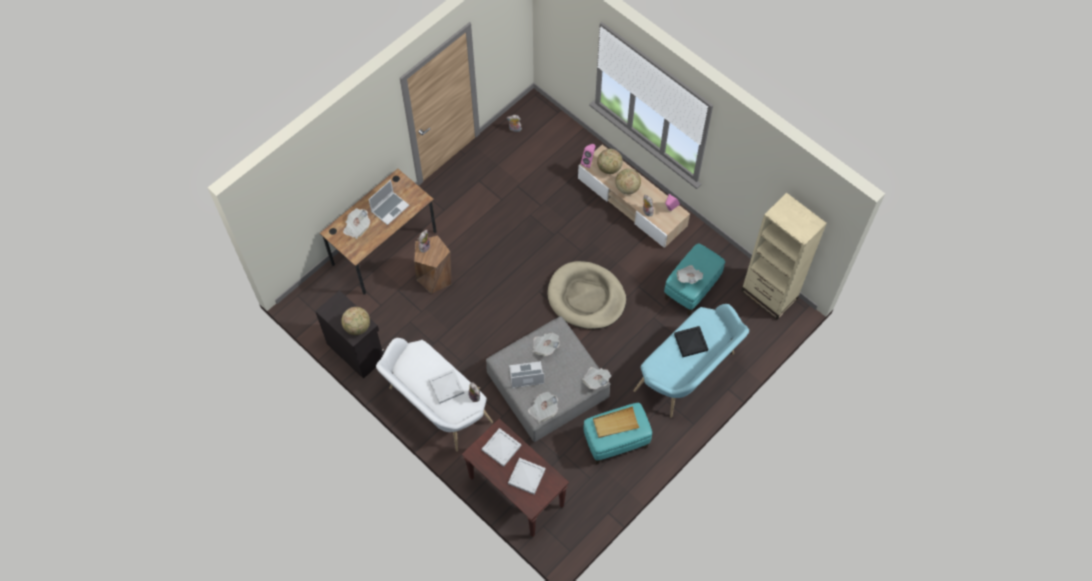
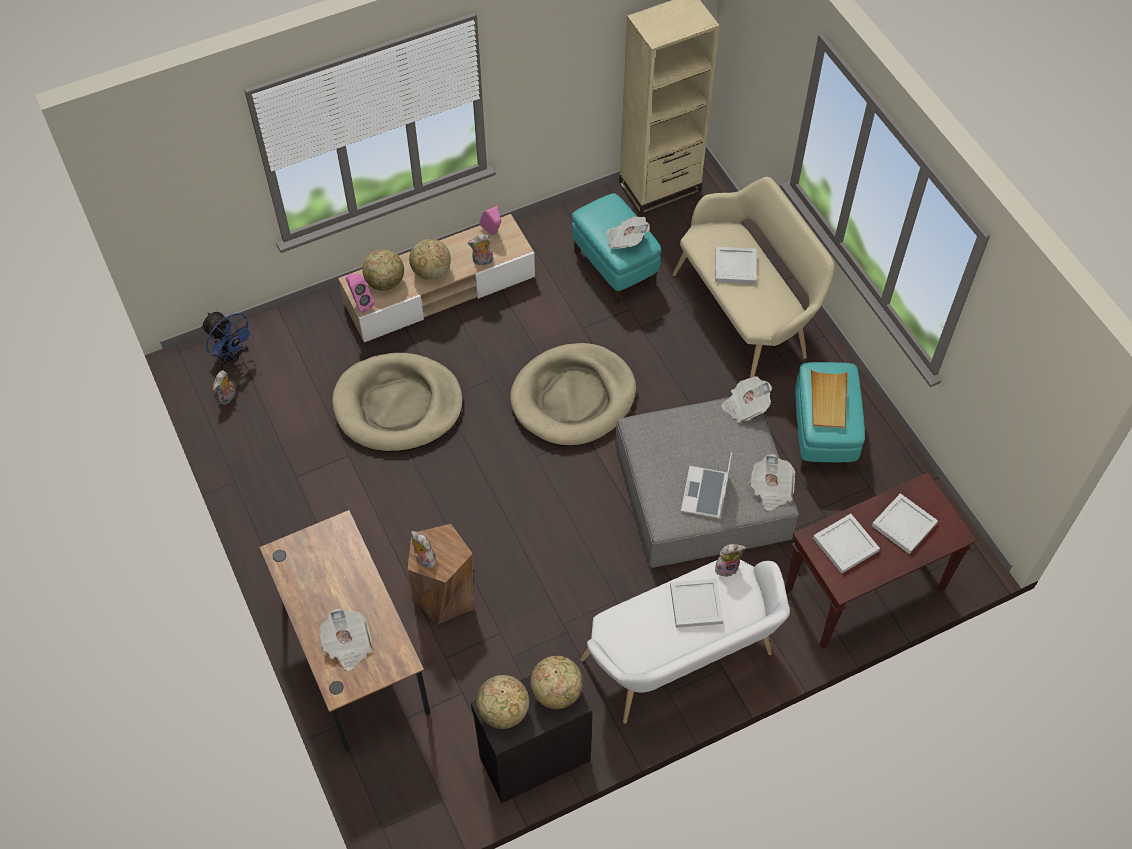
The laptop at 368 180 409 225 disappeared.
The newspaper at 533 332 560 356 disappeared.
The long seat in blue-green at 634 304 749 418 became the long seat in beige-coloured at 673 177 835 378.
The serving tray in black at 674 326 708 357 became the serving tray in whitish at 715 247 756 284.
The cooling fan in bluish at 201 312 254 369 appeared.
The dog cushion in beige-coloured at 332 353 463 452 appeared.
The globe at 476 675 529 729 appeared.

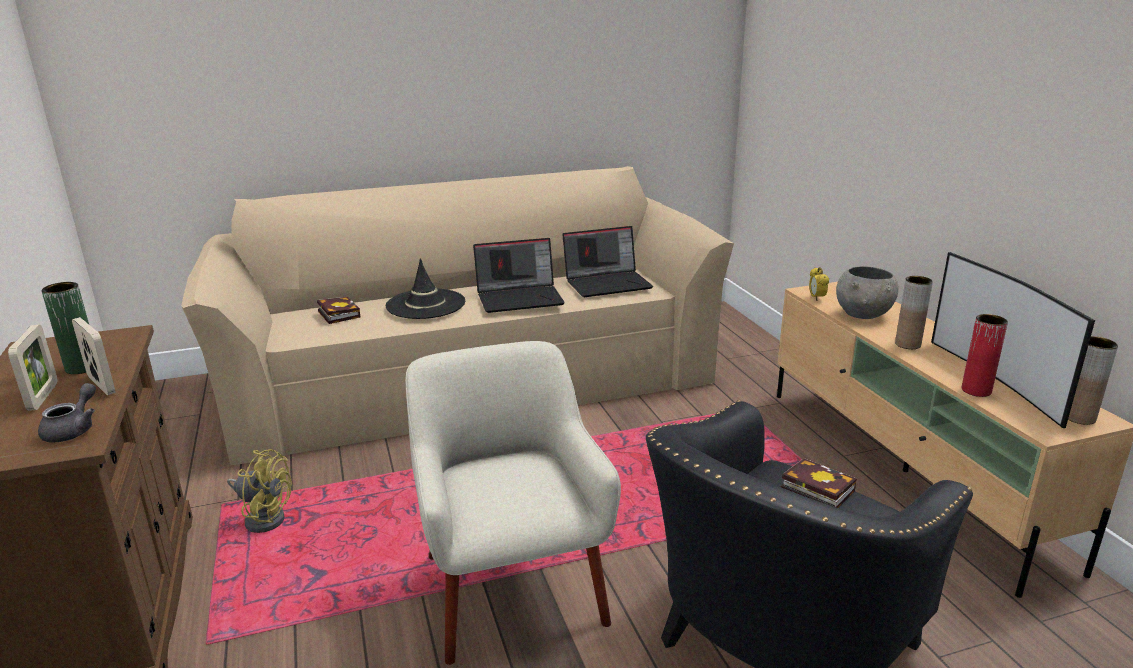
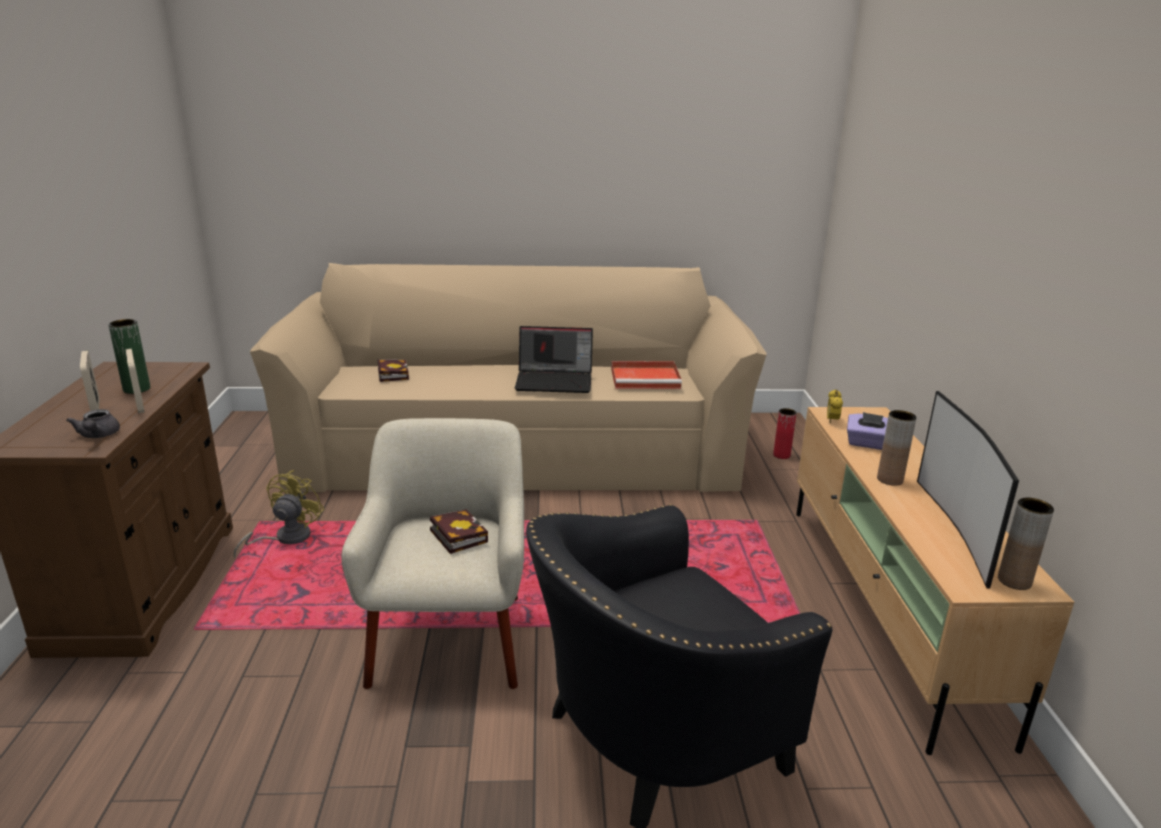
The standing frame at 8 325 57 411 turned 150 degrees clockwise.
The pot for tea in grey at 38 383 96 442 turned 135 degrees clockwise.
The cooling fan in yellow at 227 449 292 533 turned 105 degrees counterclockwise.
The clothing hat in black at 386 258 465 319 disappeared.
The laptop at 562 226 653 297 was replaced by the serving tray in reddish at 611 361 682 389.
The volume moved from 781 458 857 508 to 430 509 488 554.
The serving bowl in grey at 836 266 899 319 was replaced by the tissue holder in purplish at 847 412 888 450.
The decorative vase in reddish moved from 962 314 1008 397 to 773 408 797 459.

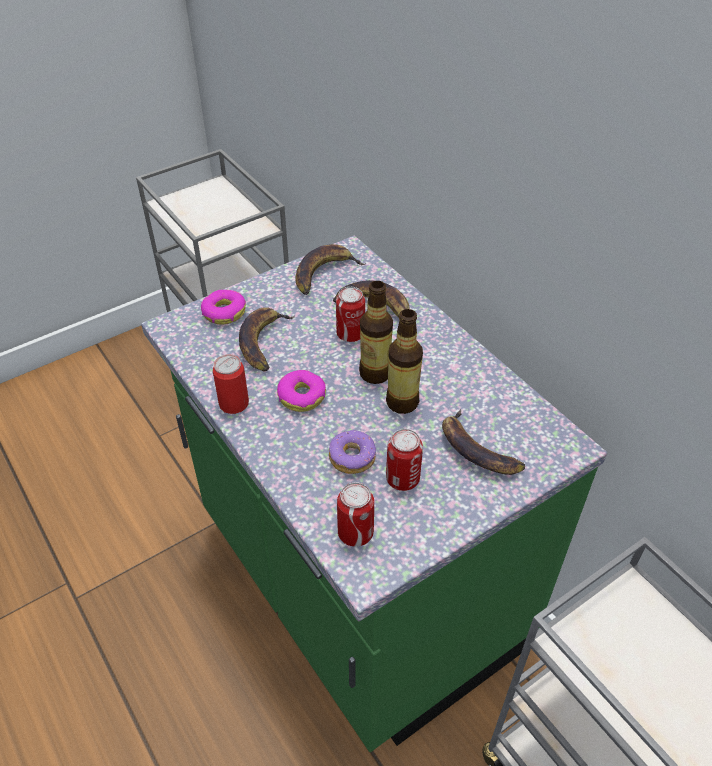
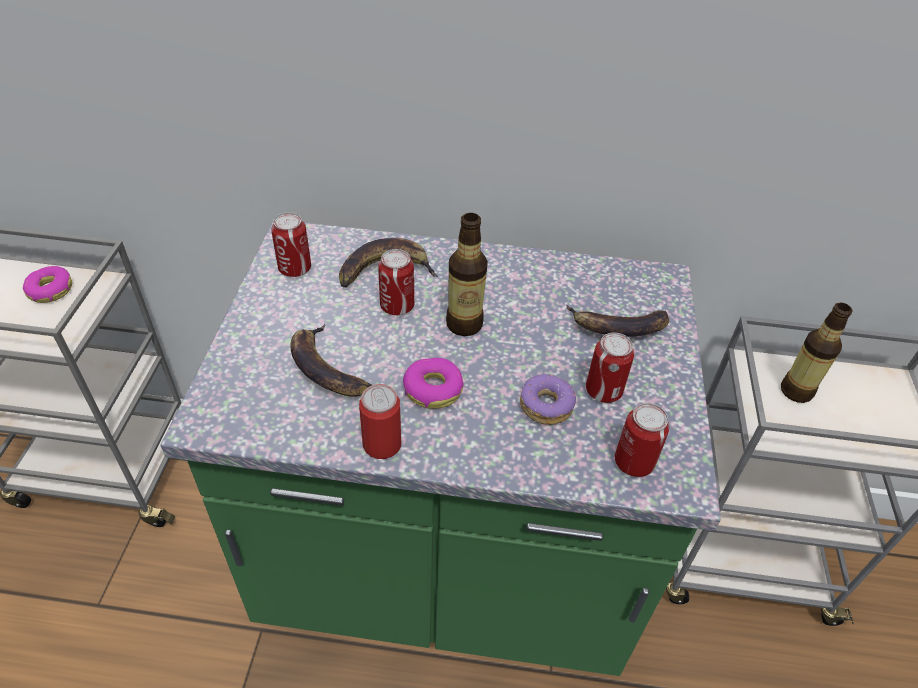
The ring doughnut moved from 201 290 246 324 to 23 266 72 303.
The banana fruit at 295 244 365 295 was replaced by the metal can at 271 212 311 277.
The drink bottle moved from 386 309 423 414 to 781 303 852 403.

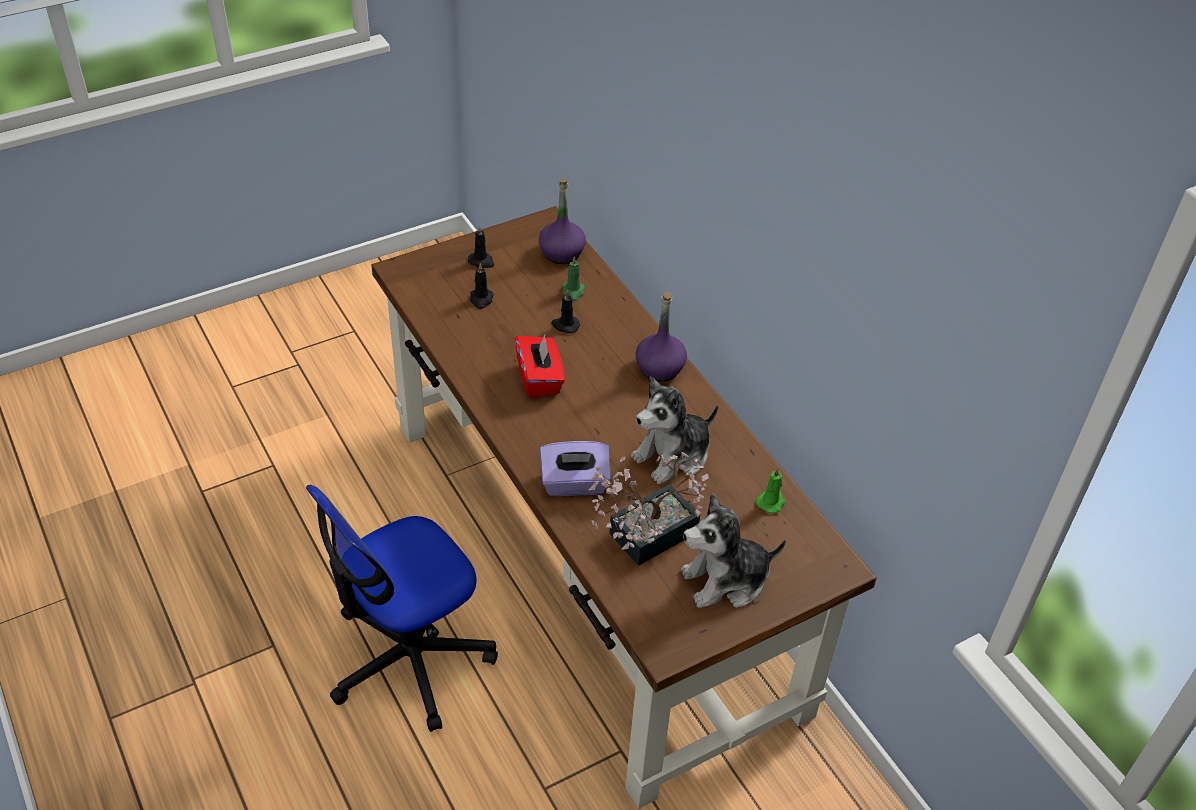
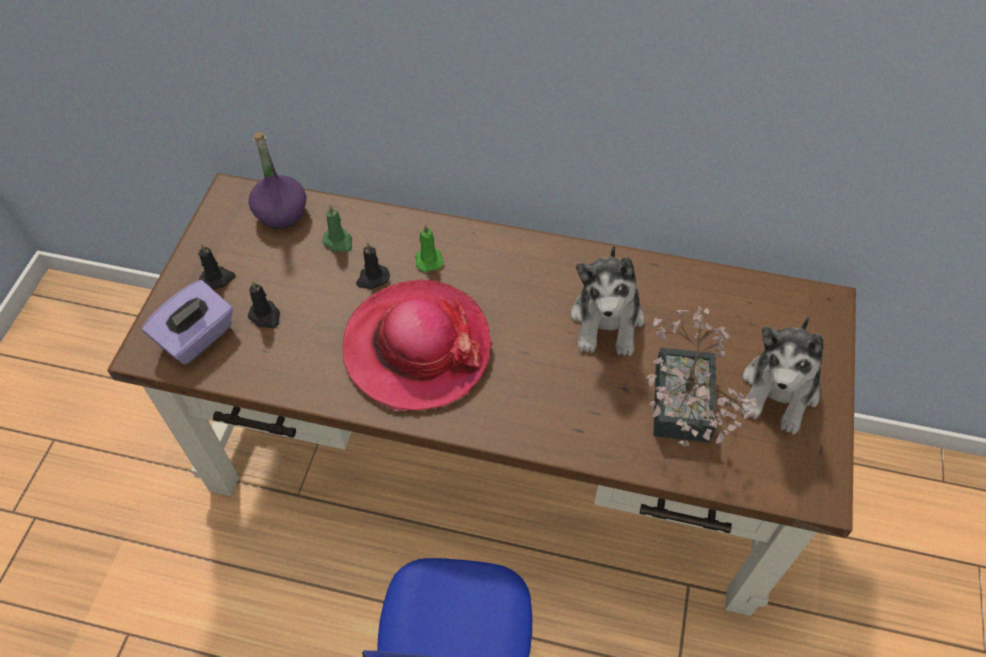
The tissue holder in reddish at 515 335 565 398 was replaced by the clothing hat at 342 279 491 411.
The tissue holder in purplish moved from 540 441 611 496 to 142 280 233 365.
The drink bottle in purplish at 636 292 687 382 disappeared.
The wax light in greenish moved from 756 468 785 514 to 415 224 444 272.

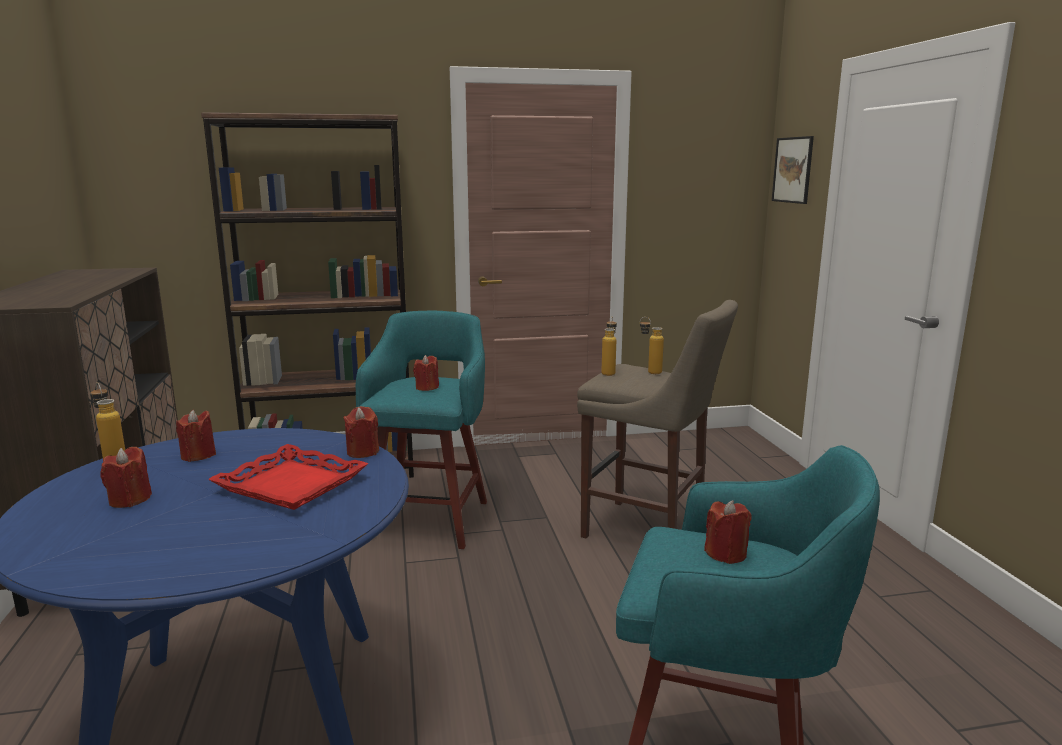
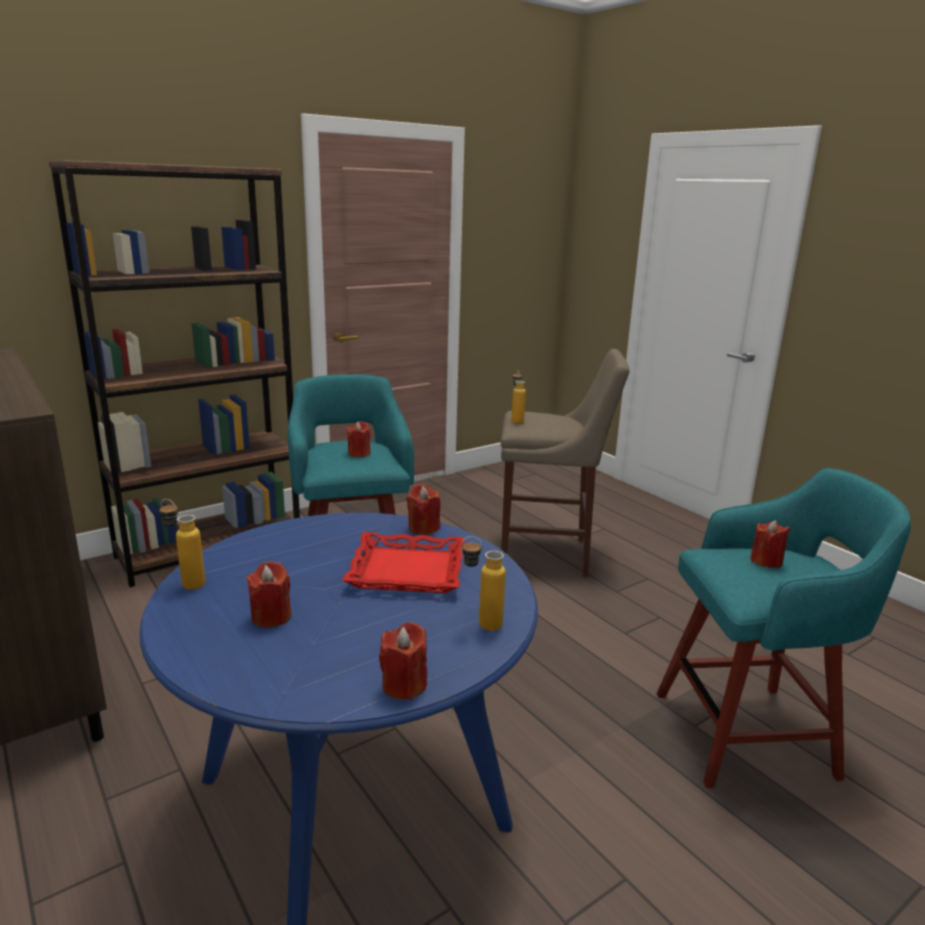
The wax light in reddish moved from 176 410 216 462 to 379 622 427 700.
The drink bottle moved from 640 317 664 374 to 461 536 506 631.
The wall art at 772 136 814 204 disappeared.

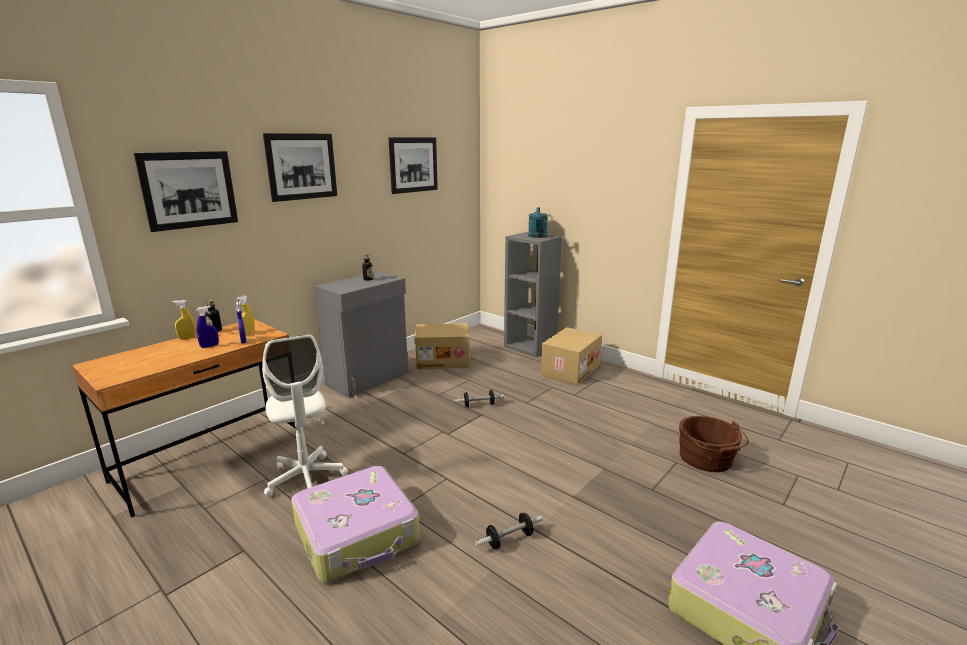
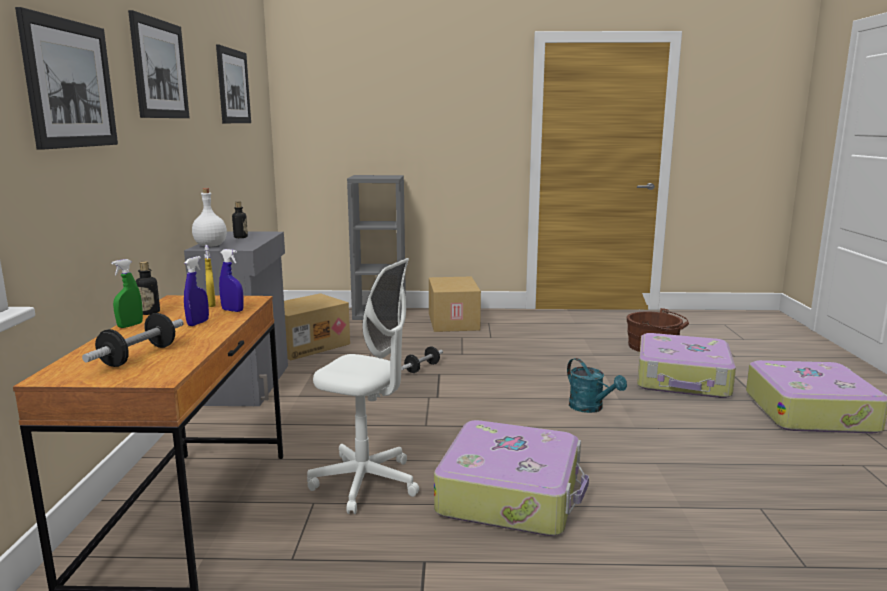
The spray bottle in yellow at 172 300 196 339 became the spray bottle in greenish at 111 259 143 328.
The free weight moved from 475 513 543 550 to 82 313 183 367.
The watering can in blue-green moved from 528 207 548 238 to 567 358 627 413.
The drink bottle in whitish at 192 188 227 247 appeared.
The travel case at 637 333 736 398 appeared.

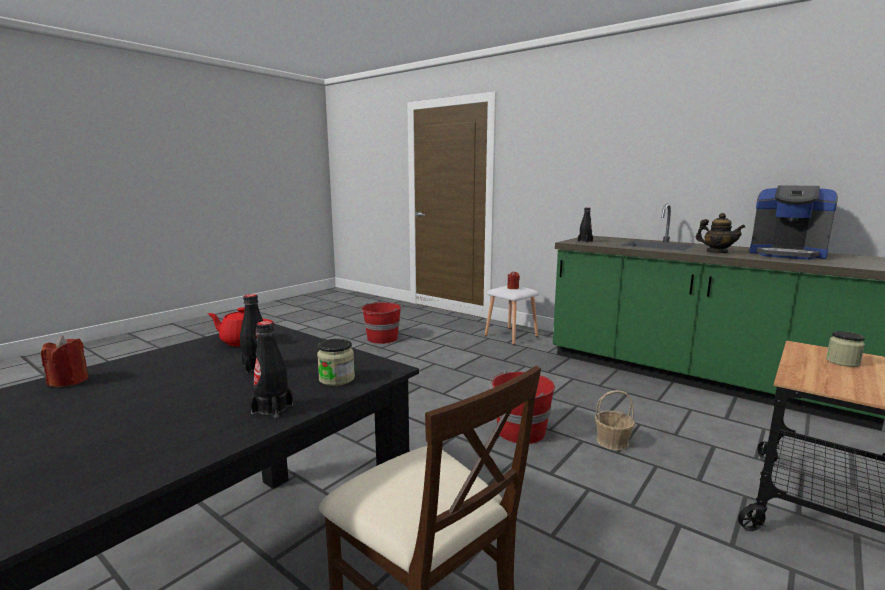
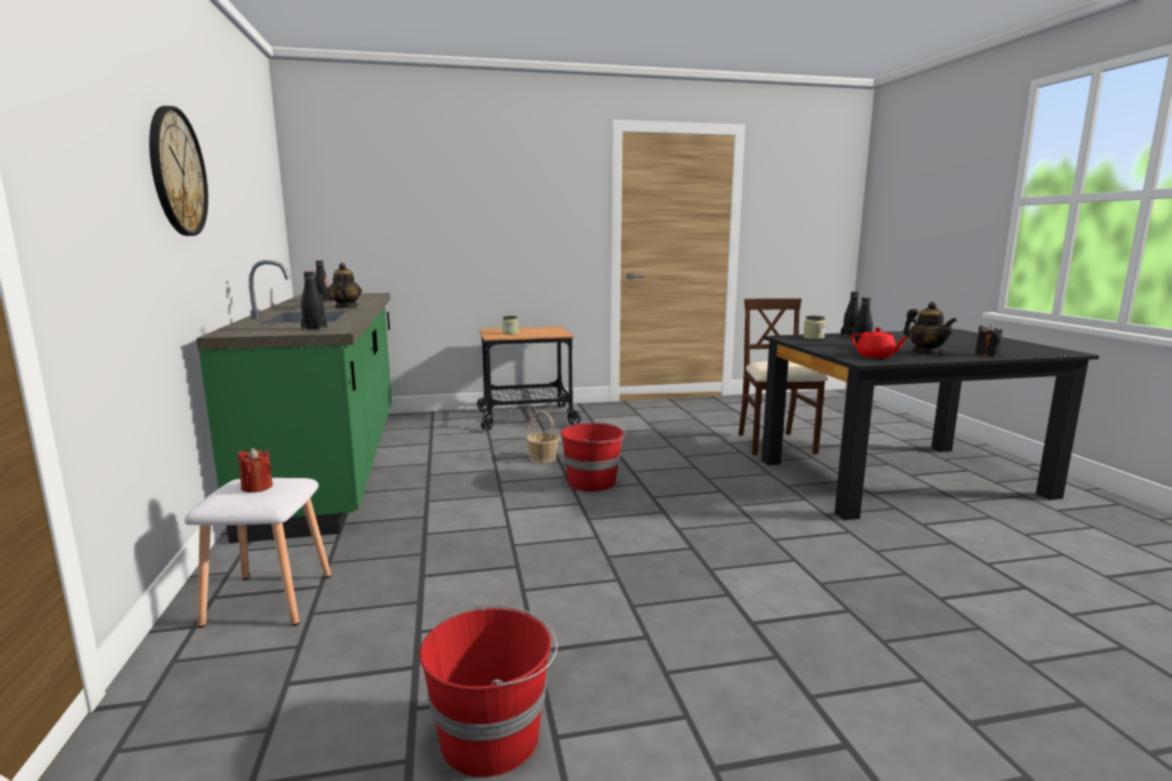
The wax light in reddish at 41 335 88 387 became the wax light in black at 975 324 1003 357.
The coffee brewer at 749 186 838 260 was replaced by the drink bottle in black at 315 260 333 302.
The hanging clock at 149 106 208 236 appeared.
The pot for tea at 903 302 957 354 appeared.

